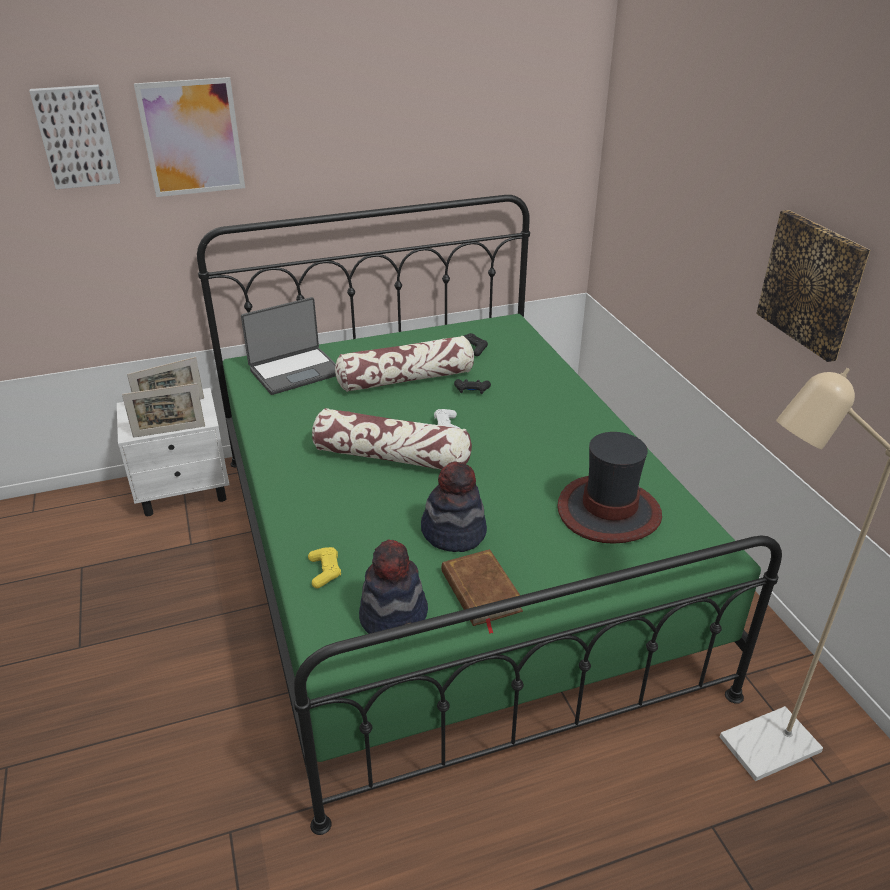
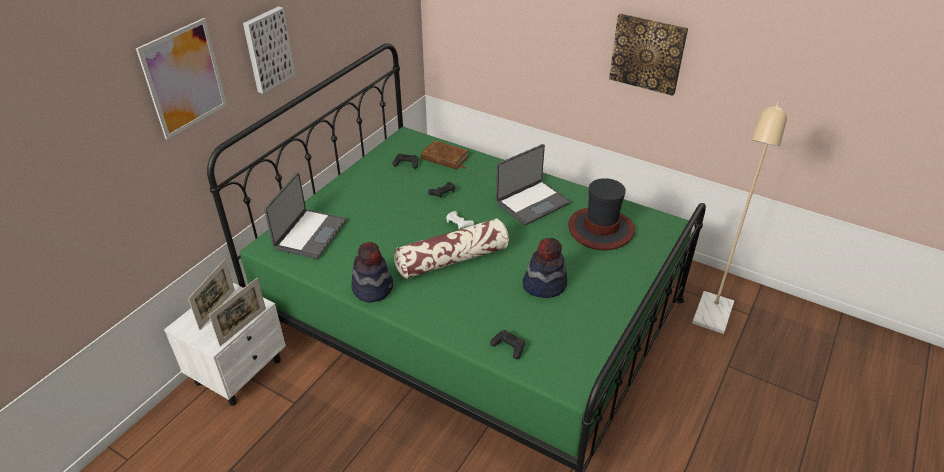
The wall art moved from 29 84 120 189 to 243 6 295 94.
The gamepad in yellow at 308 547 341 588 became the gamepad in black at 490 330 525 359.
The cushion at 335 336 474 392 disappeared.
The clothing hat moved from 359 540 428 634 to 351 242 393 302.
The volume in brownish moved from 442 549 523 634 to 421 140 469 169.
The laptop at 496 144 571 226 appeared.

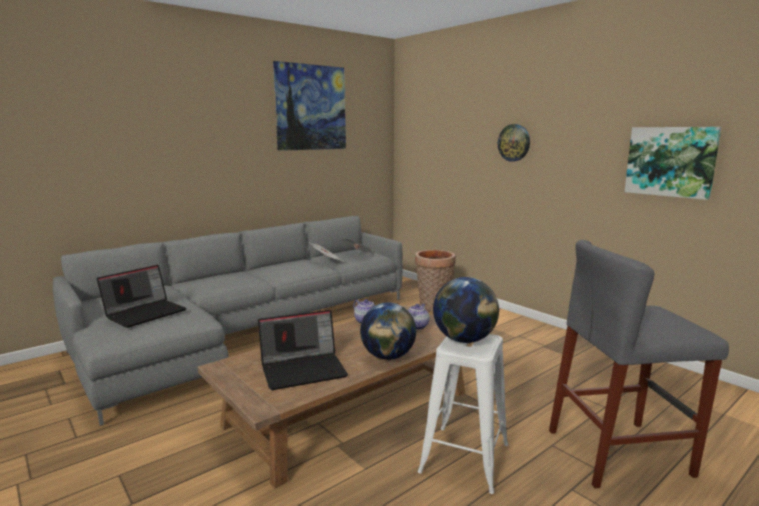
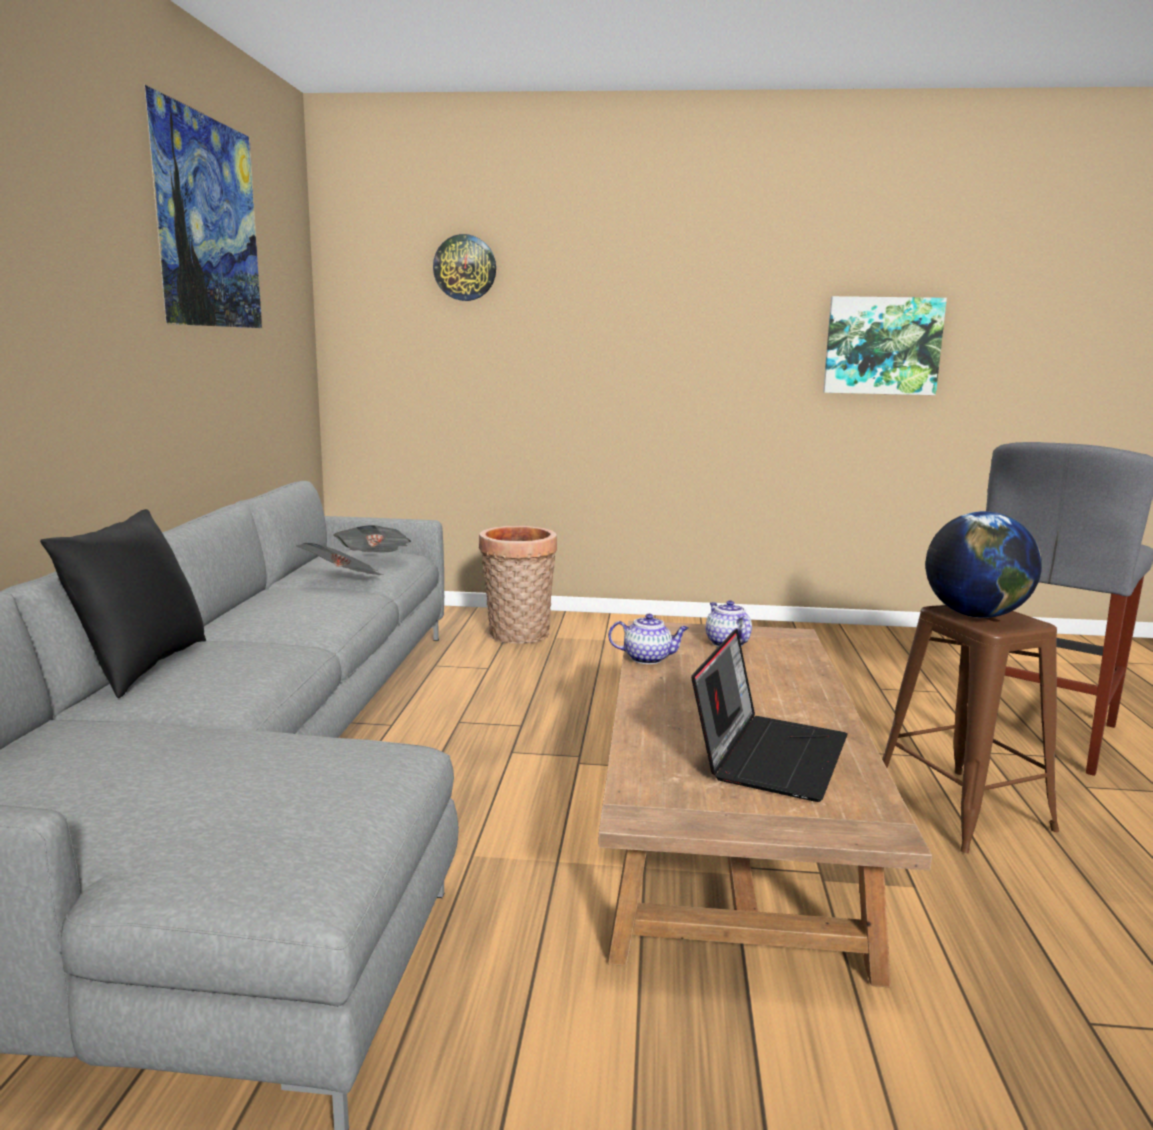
The laptop at 97 265 187 328 disappeared.
The globe at 360 302 416 360 disappeared.
The sitting stool in whitish at 418 334 509 494 became the sitting stool in brownish at 882 605 1059 854.
The hanging clock moved from 498 124 530 162 to 433 234 496 301.
The cushion in black at 40 509 206 698 appeared.

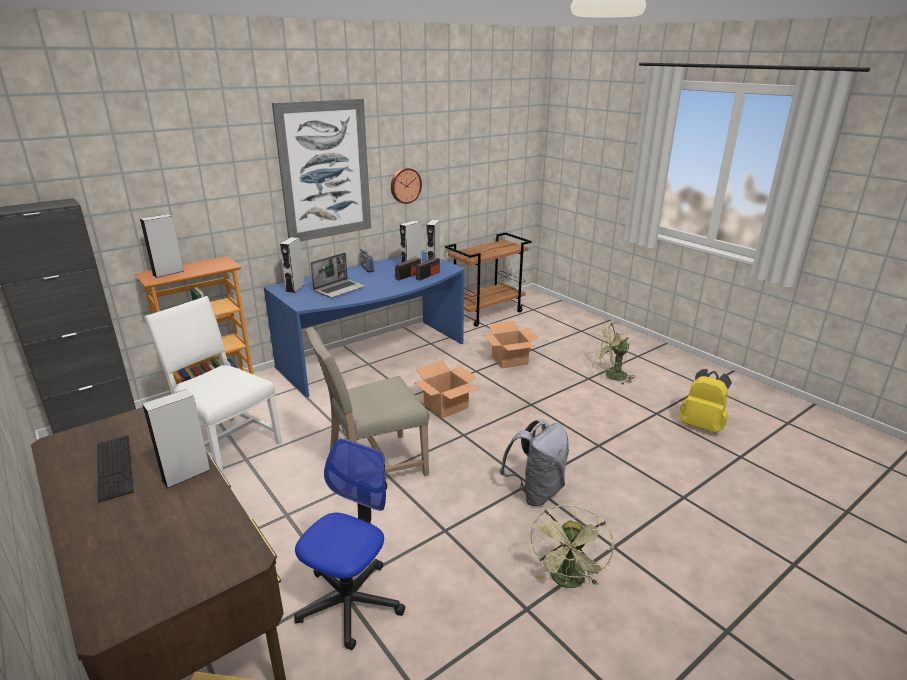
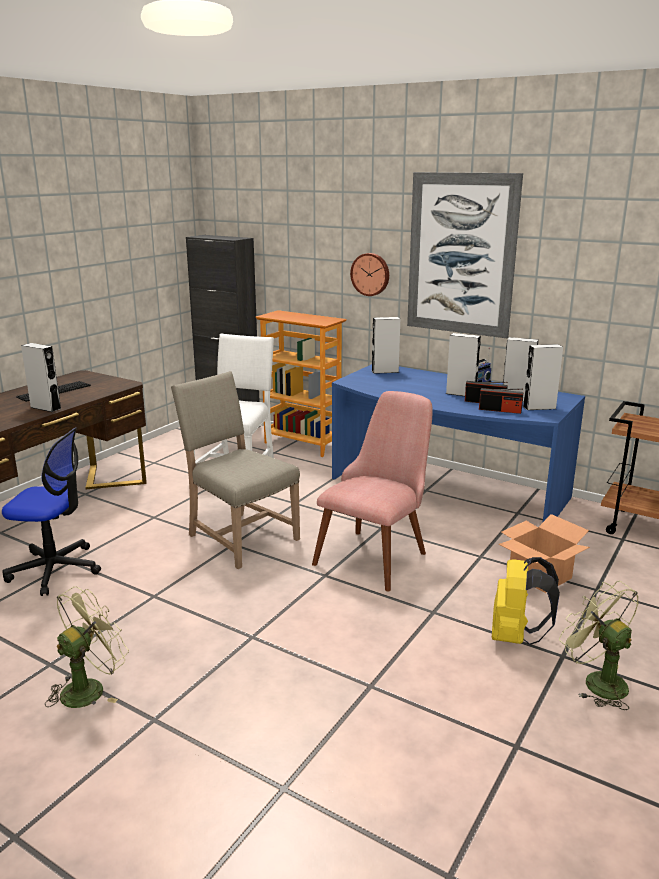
The loudspeaker in grey moved from 140 214 184 278 to 446 333 481 396.
The laptop at 310 253 366 298 disappeared.
The hanging clock moved from 391 168 422 204 to 350 253 389 296.
The packing box at 415 360 478 419 was replaced by the plain chair in pink-coloured at 312 391 432 592.
The rucksack in grey at 500 419 569 506 disappeared.
The cooling fan in greenish at 530 505 614 588 turned 135 degrees clockwise.
The rucksack in yellow moved from 679 369 732 433 to 492 557 560 645.

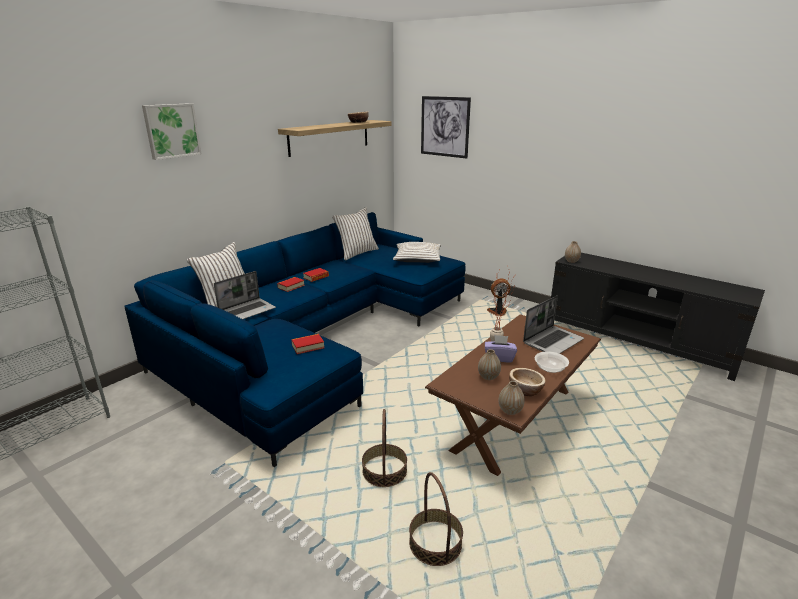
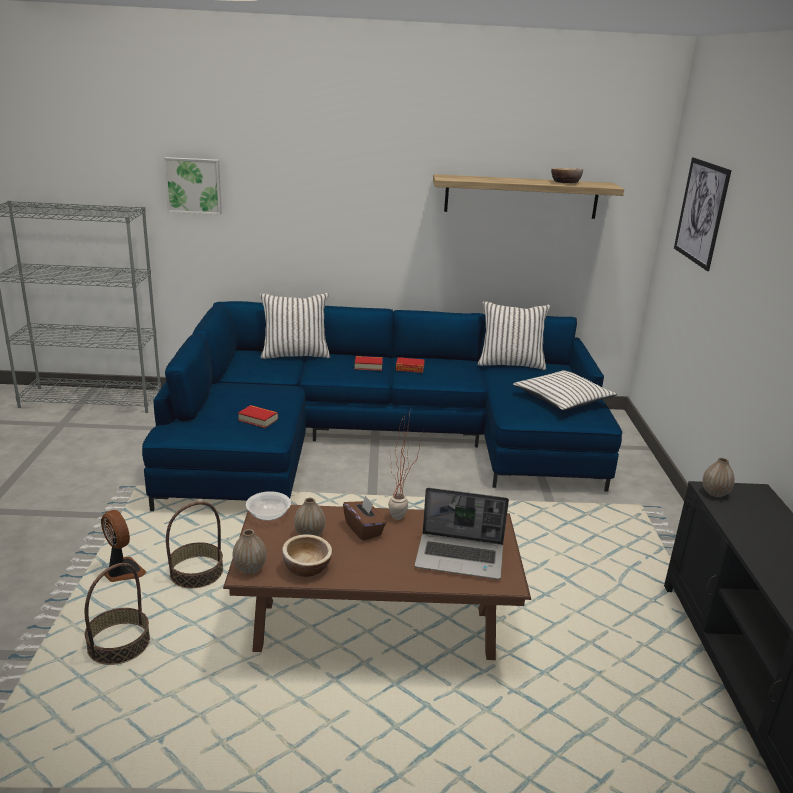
The wall art moved from 142 103 202 160 to 164 157 222 215.
The laptop at 214 271 276 319 disappeared.
The tissue holder in purplish at 485 335 517 362 became the tissue holder in brownish at 343 495 386 541.
The cooling fan moved from 487 278 511 316 to 101 510 146 582.
The serving bowl moved from 535 351 569 373 to 246 491 291 521.

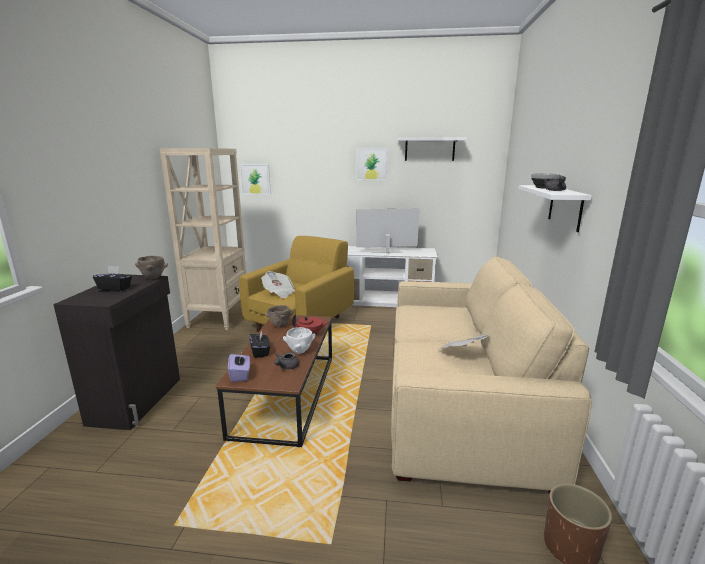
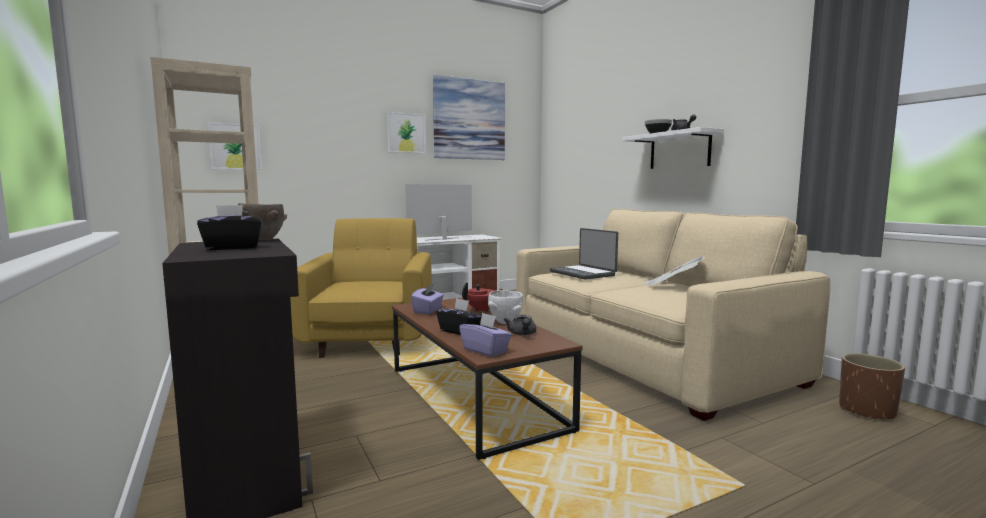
The newspaper at 261 271 295 298 disappeared.
The serving bowl in brownish at 265 305 293 327 was replaced by the tissue holder in purplish at 411 283 444 314.
The bracket shelf in whitish at 397 137 467 161 was replaced by the wall art at 433 75 505 160.
The laptop at 550 228 618 280 appeared.

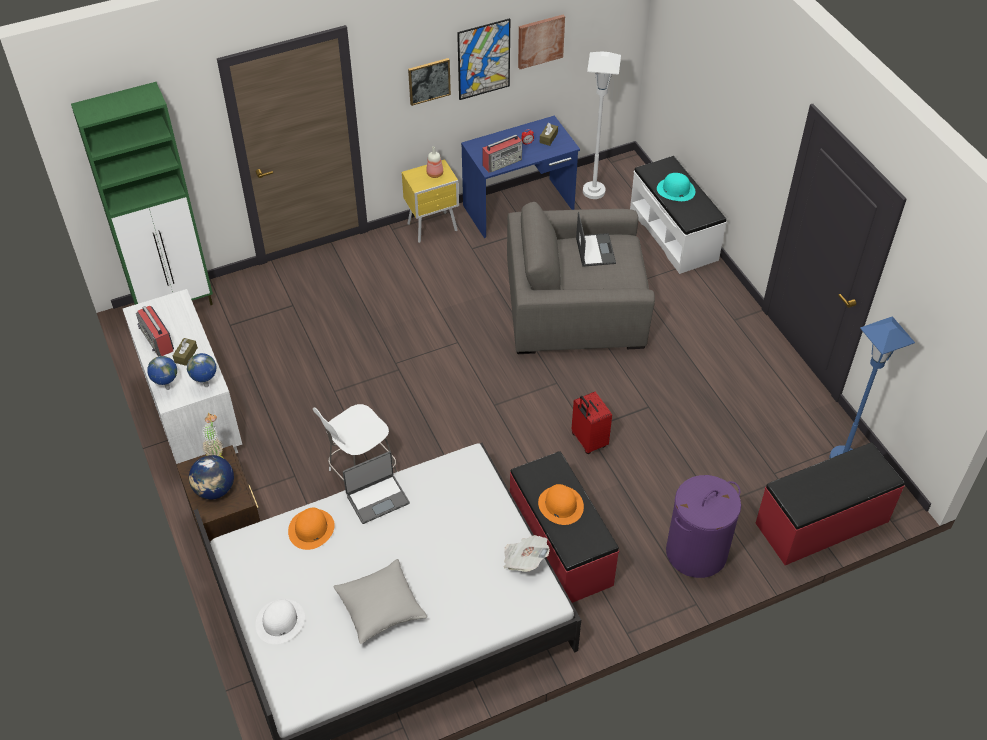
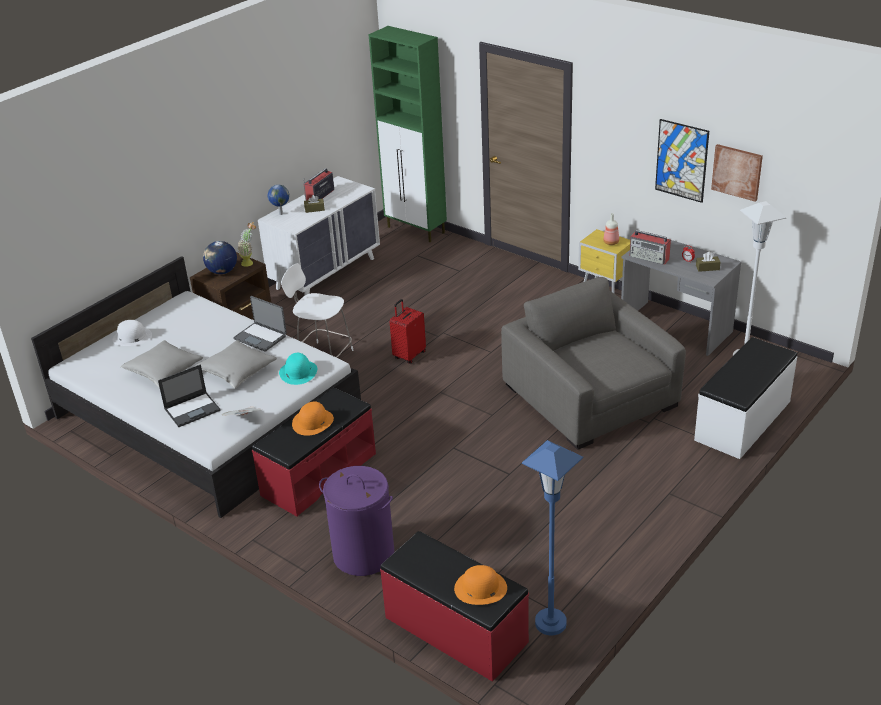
The globe at 187 353 216 387 disappeared.
The clothing hat in orange moved from 288 508 335 550 to 454 565 507 605.
The wall art at 408 58 451 106 disappeared.
The desk in bluish at 461 115 580 238 became the desk in grey at 621 240 741 356.
The travel case in reddish moved from 572 392 612 454 to 390 299 426 364.
The laptop moved from 576 212 616 267 to 158 364 221 427.
The clothing hat in blue-green moved from 657 173 695 201 to 279 353 317 385.
The cushion in grey at 196 340 277 389 appeared.

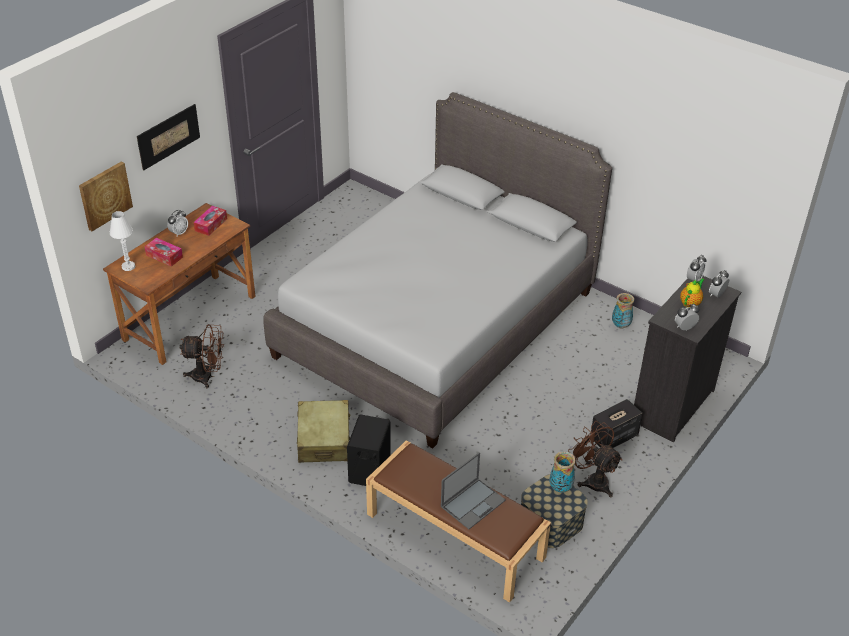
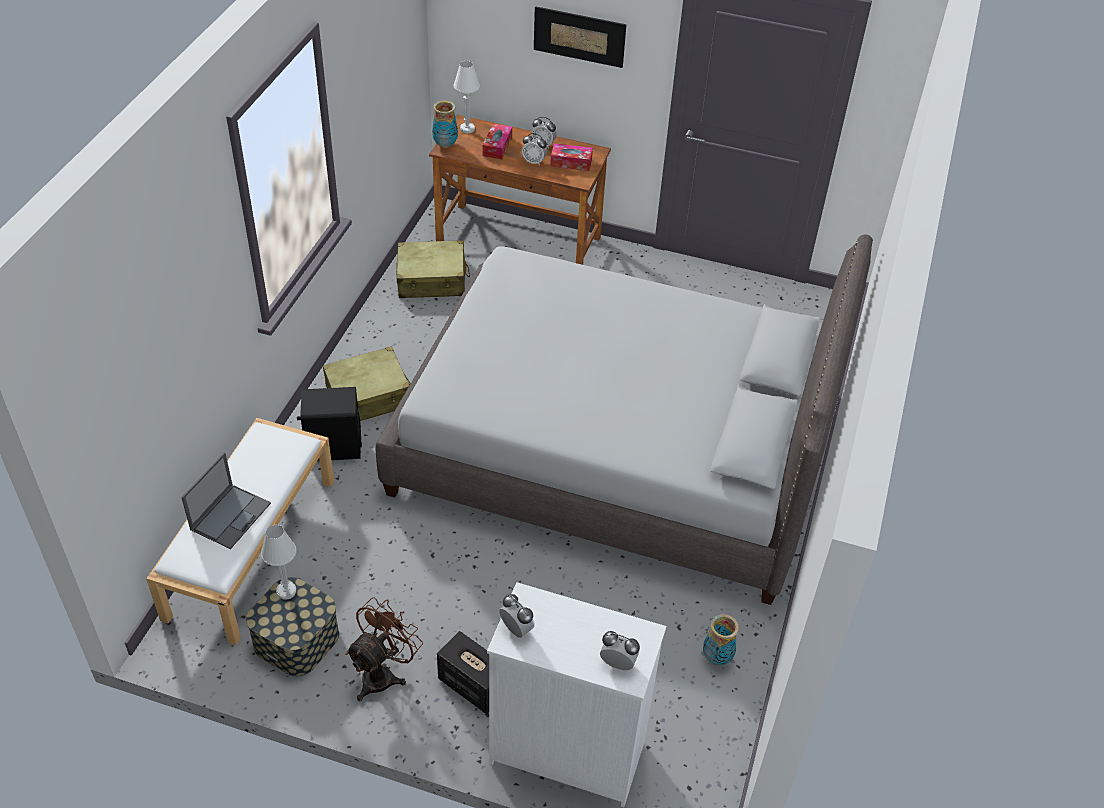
The wall art at 79 161 133 231 disappeared.
The cooling fan in brownish at 179 324 224 388 was replaced by the travel case in beige-coloured at 396 240 470 298.
The long seat in brownish at 366 440 551 603 became the long seat in whitish at 146 418 334 645.
The laptop at 441 452 506 529 turned 90 degrees counterclockwise.
The decorative vase moved from 549 451 576 493 to 432 101 458 148.
The chest of drawers in black at 634 276 741 442 became the chest of drawers in whitish at 487 582 666 807.
The pot for tea at 680 278 705 308 disappeared.
The table clock moved from 687 255 706 281 to 522 133 547 166.
The table lamp in whitish at 261 525 296 600 appeared.

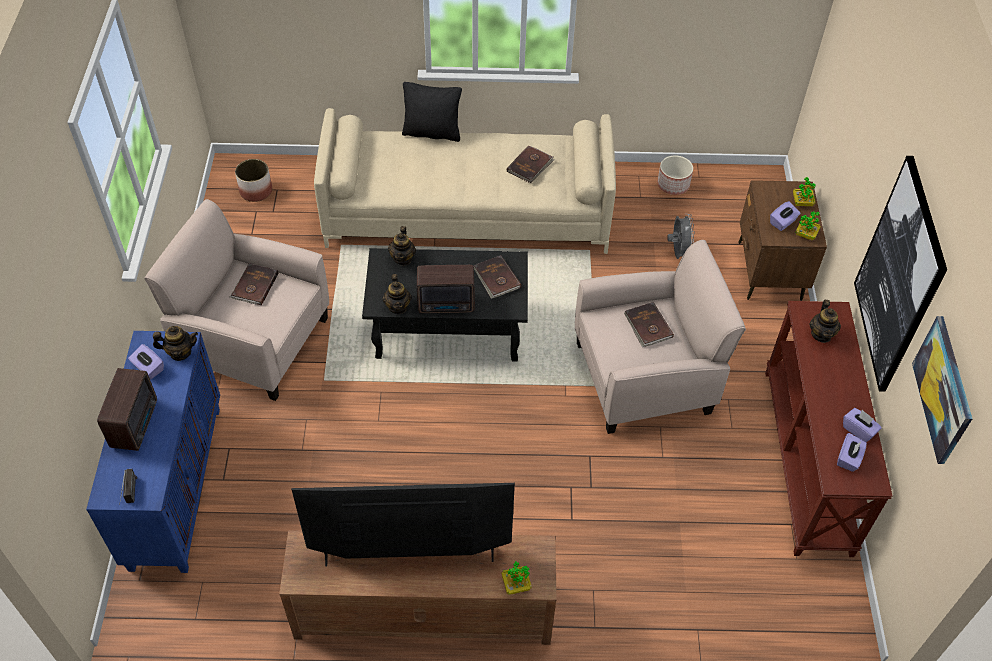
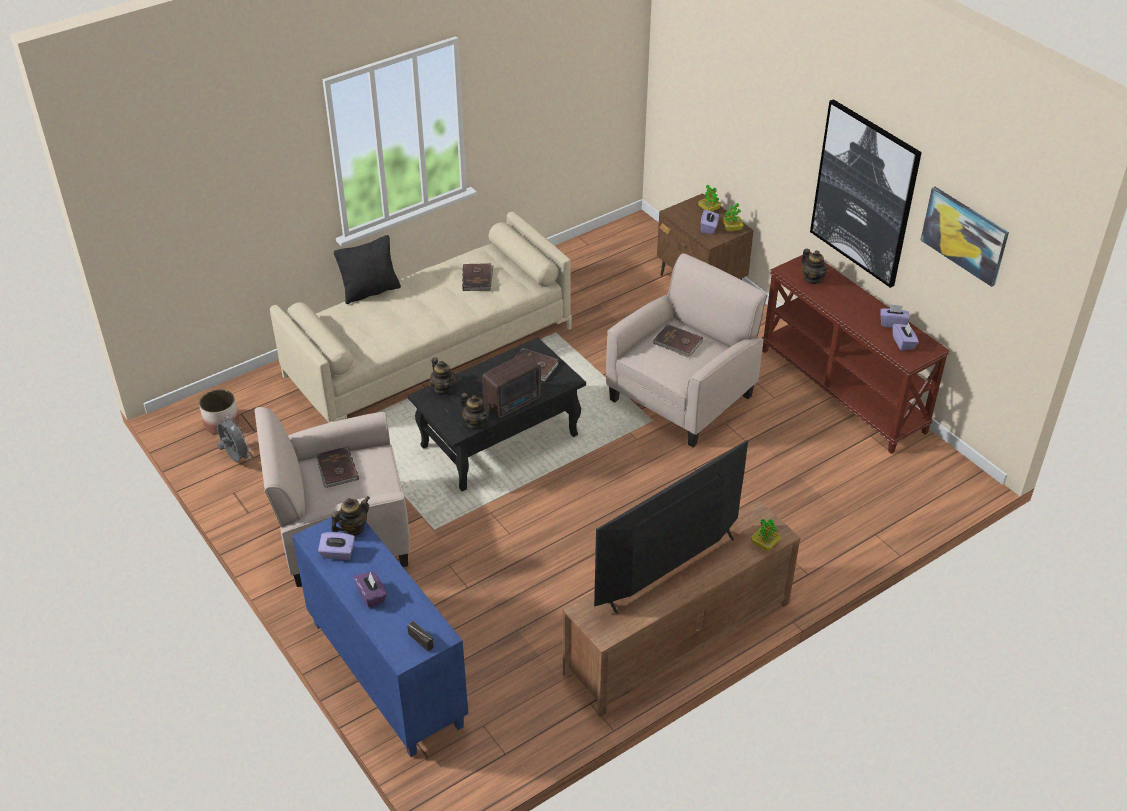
The radio receiver at 97 368 157 451 was replaced by the tissue holder in purplish at 354 572 387 608.
The flower pot at 657 155 693 195 disappeared.
The cooling fan in grey moved from 667 214 695 259 to 217 414 252 463.

